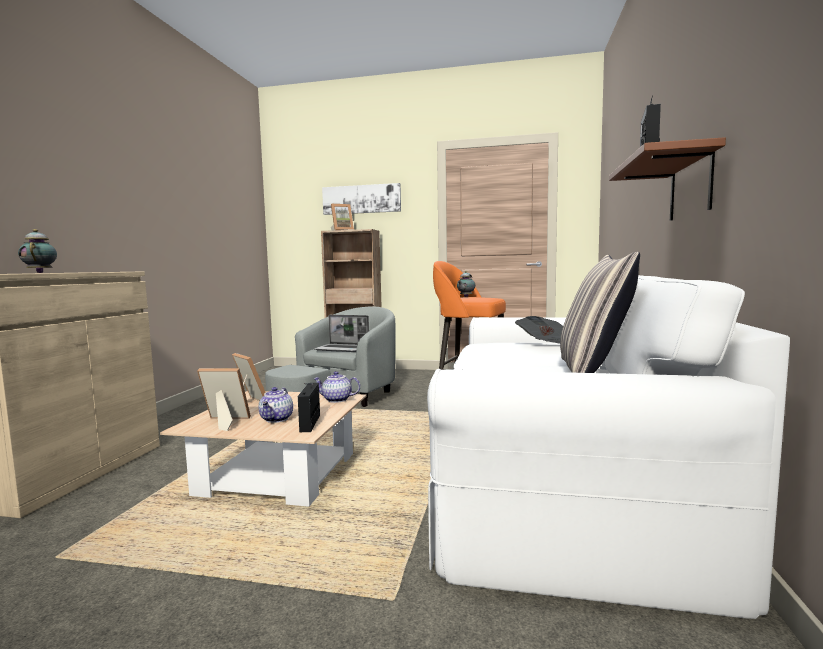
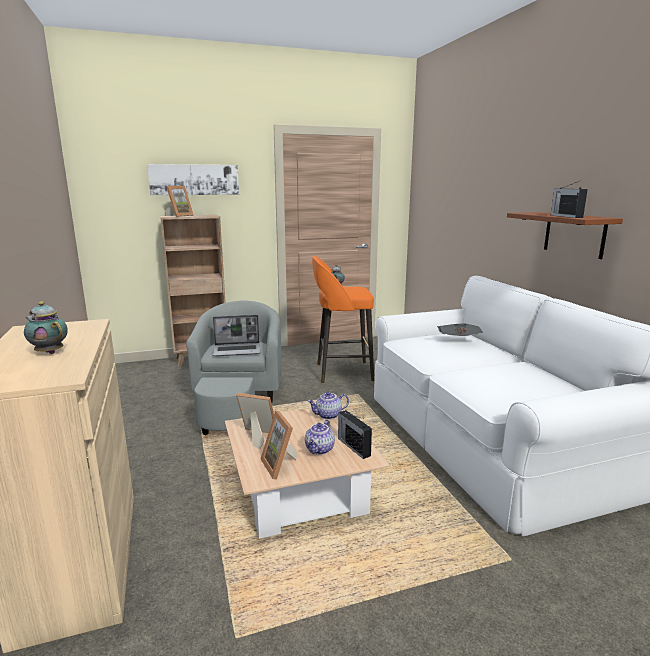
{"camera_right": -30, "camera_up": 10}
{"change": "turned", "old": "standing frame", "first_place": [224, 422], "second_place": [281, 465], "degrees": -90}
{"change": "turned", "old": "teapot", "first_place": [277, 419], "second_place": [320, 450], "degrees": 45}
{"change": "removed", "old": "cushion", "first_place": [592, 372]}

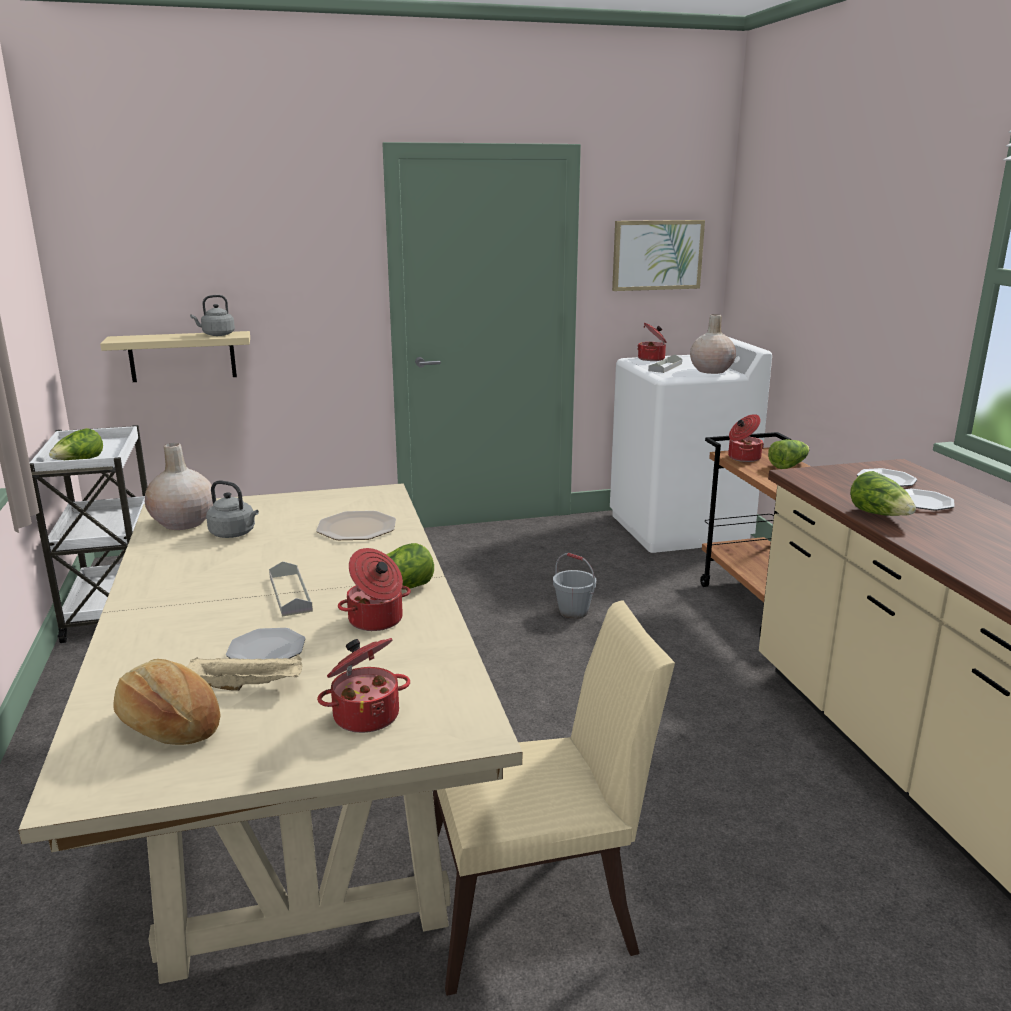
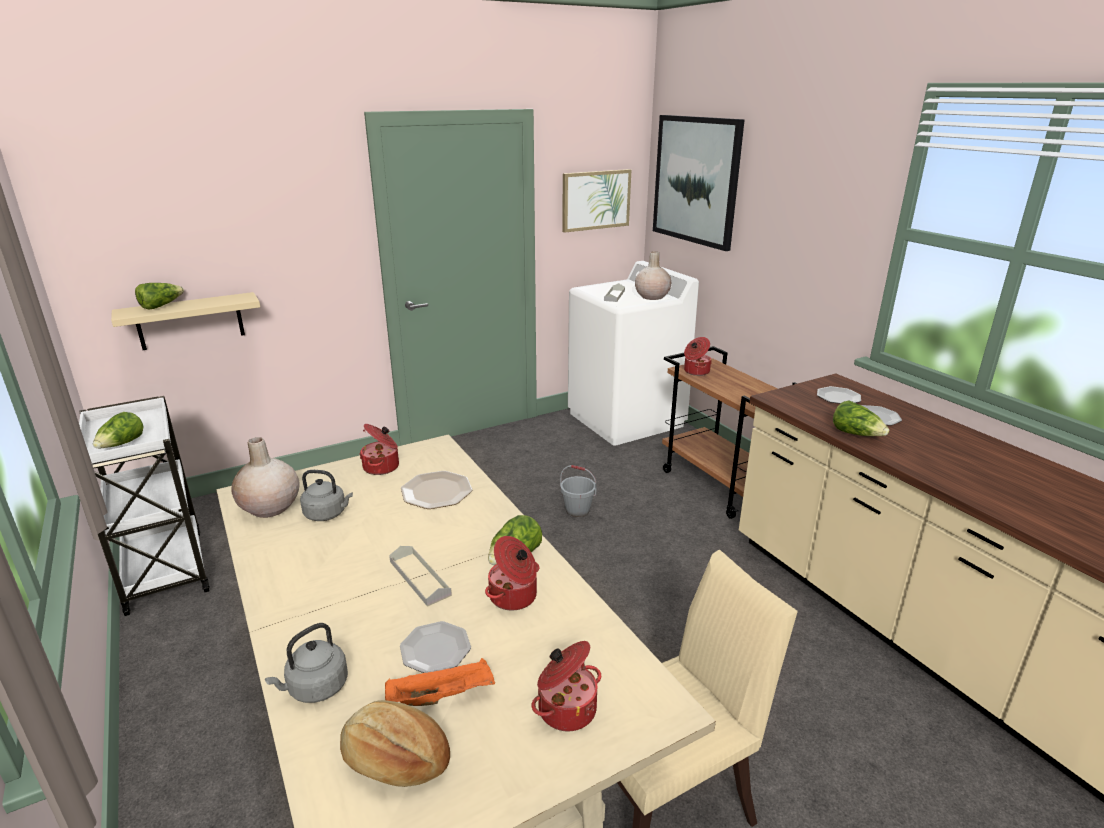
{"camera_right": -15, "camera_up": 5}
{"change": "recoloured", "old": "beige serving tray", "new": "orangey serving tray", "first_place": [248, 685], "second_place": [442, 695]}
{"change": "moved", "old": "greyish water kettle", "first_place": [216, 335], "second_place": [315, 688]}
{"change": "moved", "old": "stockpot", "first_place": [652, 359], "second_place": [382, 467]}
{"change": "moved", "old": "lettuce", "first_place": [788, 465], "second_place": [161, 306]}
{"change": "added", "new": "wall art", "second_place": [696, 180]}

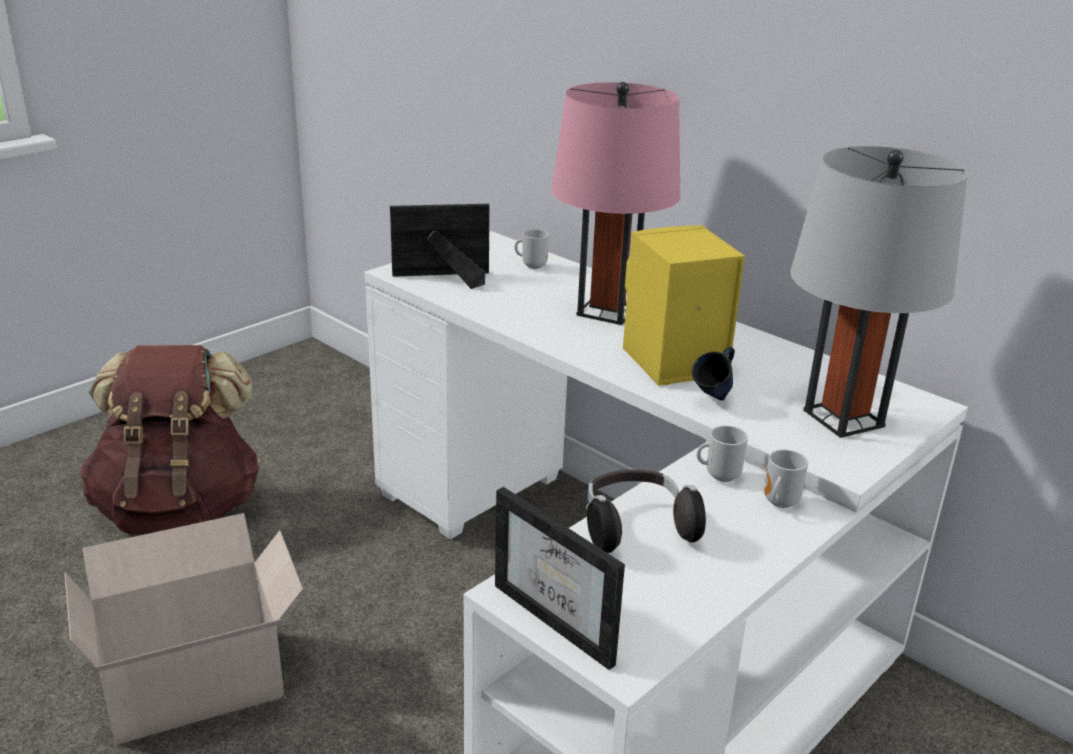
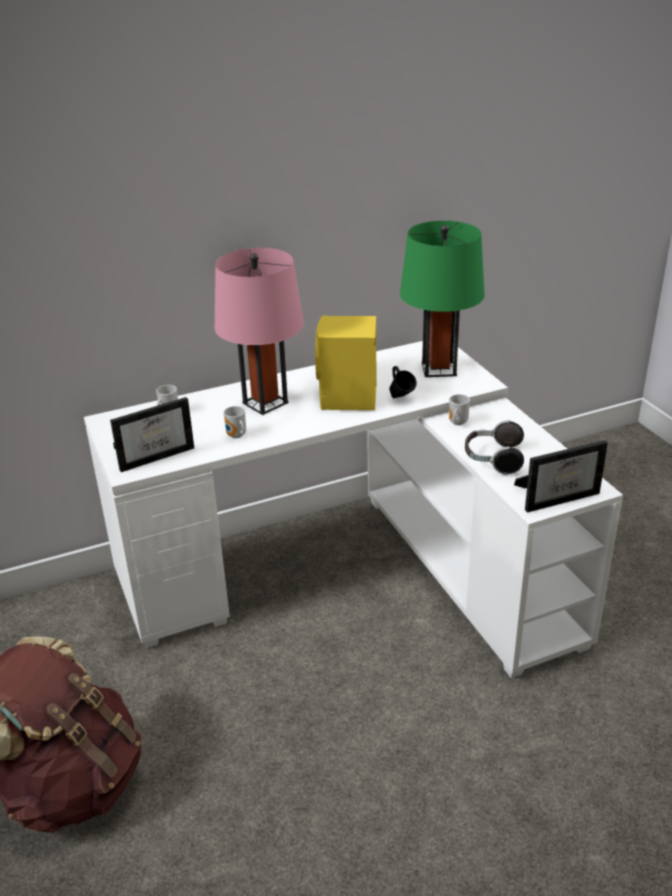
{"camera_right": -65, "camera_up": 5}
{"change": "removed", "old": "cardboard box", "first_place": [200, 682]}
{"change": "turned", "old": "standing frame", "first_place": [439, 278], "second_place": [156, 455], "degrees": -135}
{"change": "moved", "old": "mug", "first_place": [778, 503], "second_place": [236, 436]}
{"change": "recoloured", "old": "greyish lamp for a table", "new": "green-coloured lamp for a table", "first_place": [844, 418], "second_place": [439, 369]}

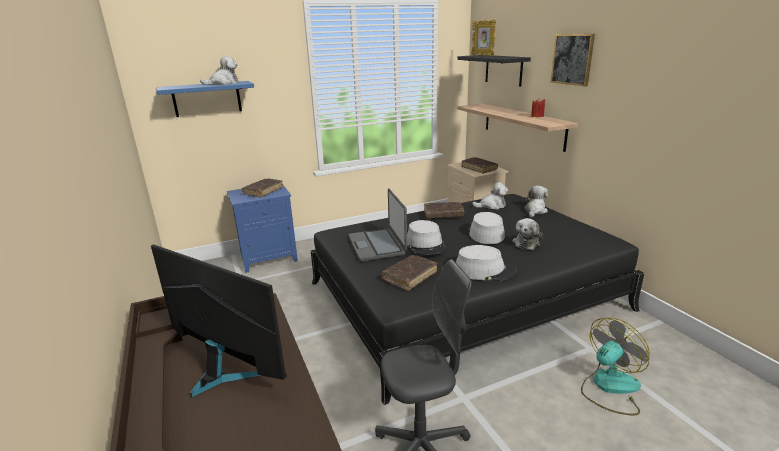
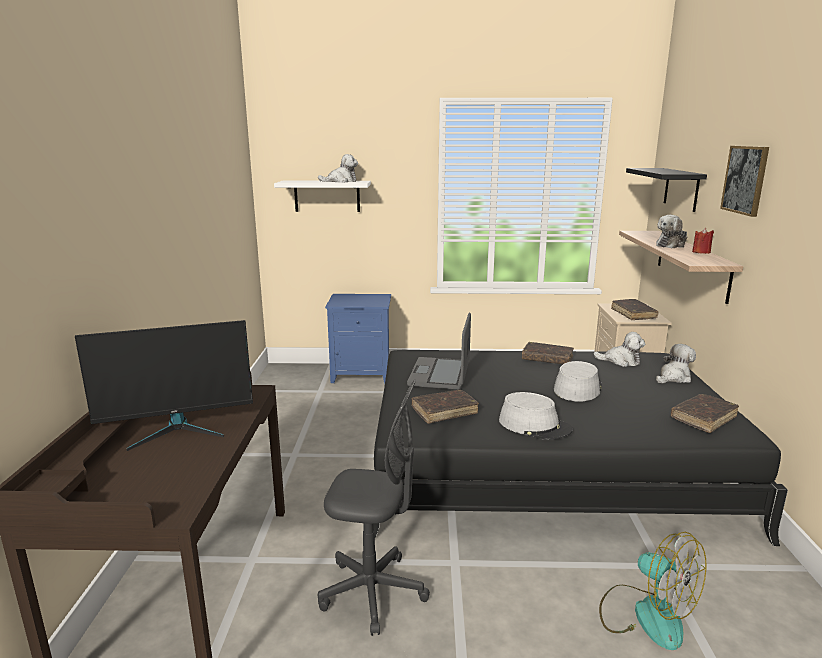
{"camera_right": 25, "camera_up": -5}
{"change": "turned", "old": "computer screen", "first_place": [224, 371], "second_place": [178, 430], "degrees": 105}
{"change": "recoloured", "old": "blue-coloured shelf", "new": "whitish shelf", "first_place": [207, 99], "second_place": [327, 196]}
{"change": "moved", "old": "brown volume", "first_place": [263, 191], "second_place": [703, 418]}
{"change": "removed", "old": "greyish hat", "first_place": [426, 245]}
{"change": "removed", "old": "standing frame", "first_place": [482, 55]}
{"change": "moved", "old": "soft toy", "first_place": [526, 242], "second_place": [671, 245]}
{"change": "turned", "old": "electric fan", "first_place": [609, 387], "second_place": [646, 614], "degrees": 60}

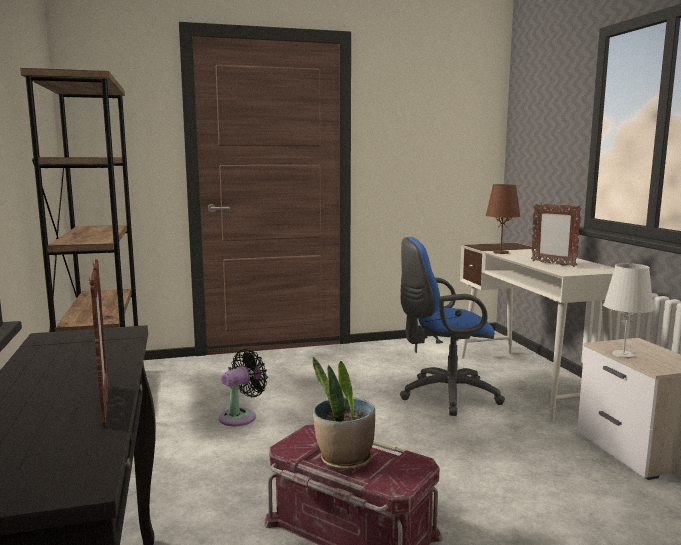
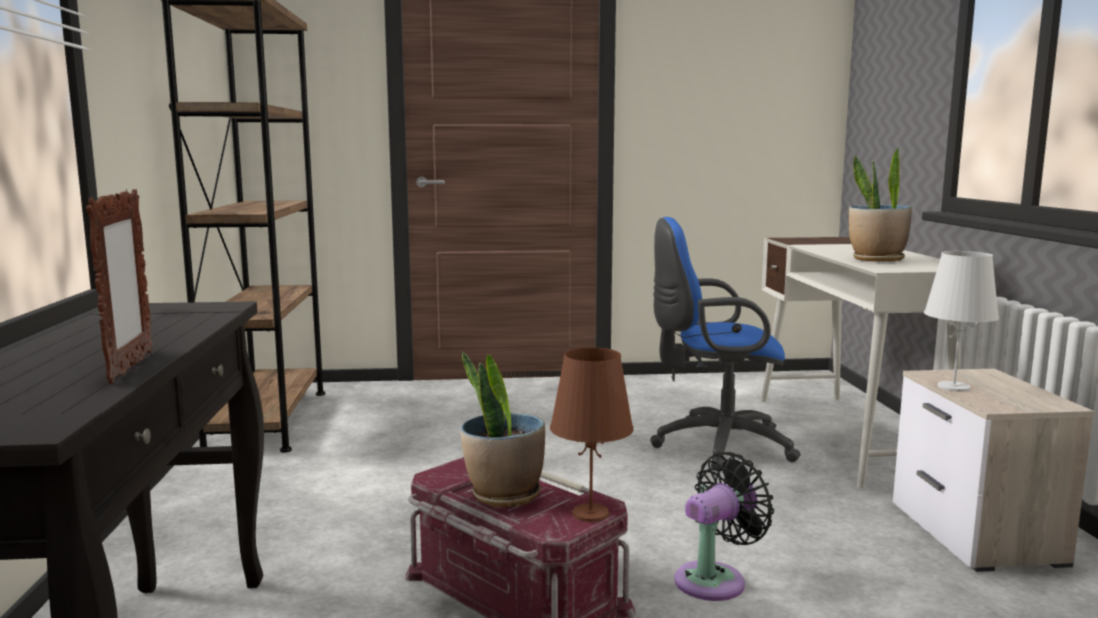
{"camera_right": 10, "camera_up": 0}
{"change": "moved", "old": "blackish electric fan", "first_place": [241, 416], "second_place": [715, 579]}
{"change": "moved", "old": "brown lamp for a table", "first_place": [501, 252], "second_place": [590, 514]}
{"change": "replaced", "old": "standing frame", "new": "potted plant", "first_place": [552, 264], "second_place": [876, 259]}

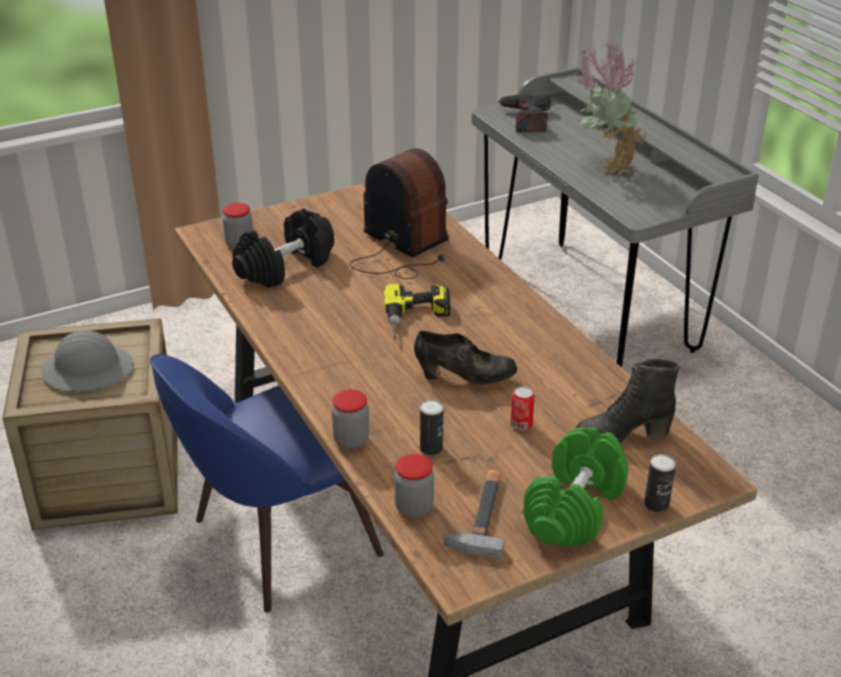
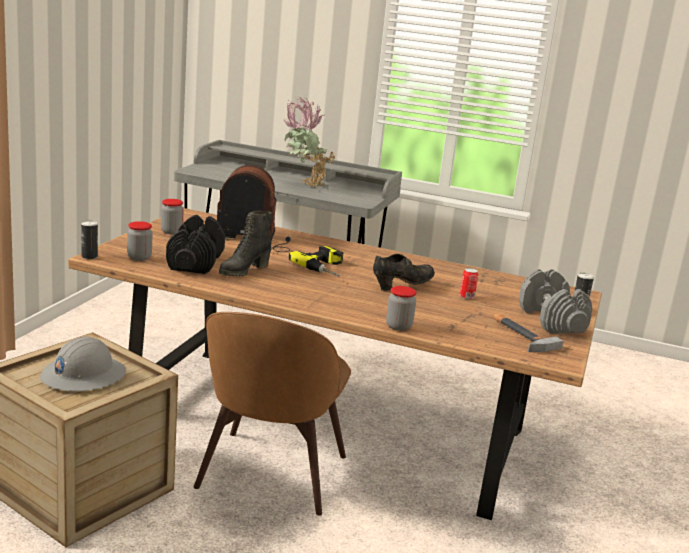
{"camera_right": -45, "camera_up": -15}
{"change": "recoloured", "old": "blue-coloured upright chair", "new": "brown upright chair", "first_place": [279, 540], "second_place": [270, 475]}
{"change": "moved", "old": "preserve jar", "first_place": [414, 507], "second_place": [171, 231]}
{"change": "moved", "old": "can", "first_place": [431, 448], "second_place": [89, 256]}
{"change": "removed", "old": "electric drill", "first_place": [526, 120]}
{"change": "recoloured", "old": "green-coloured hand weight", "new": "greyish hand weight", "first_place": [574, 508], "second_place": [552, 320]}
{"change": "moved", "old": "blackish tall boot", "first_place": [621, 435], "second_place": [243, 271]}

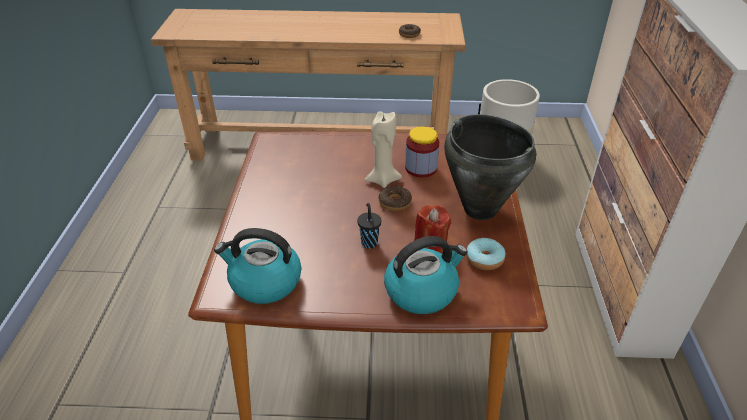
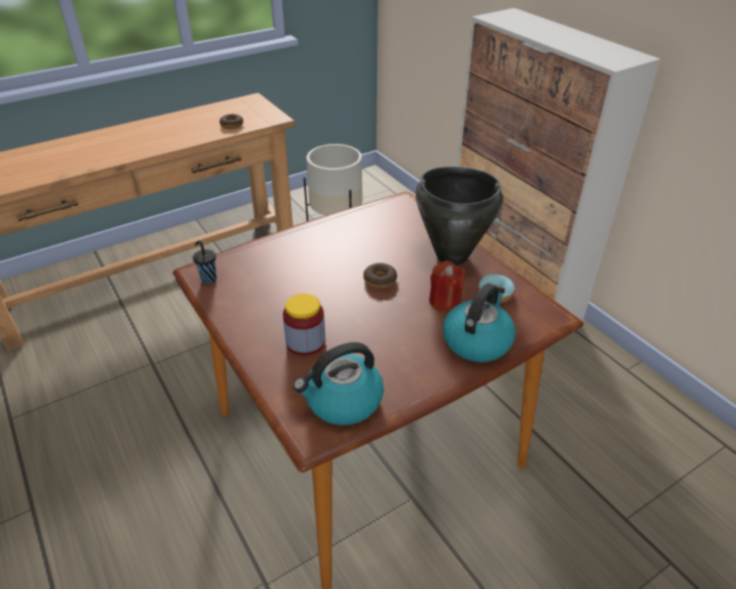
{"camera_right": -35, "camera_up": 0}
{"change": "moved", "old": "blackish small cup", "first_place": [369, 242], "second_place": [208, 278]}
{"change": "removed", "old": "beige wax light", "first_place": [382, 180]}
{"change": "moved", "old": "preserve jar", "first_place": [421, 168], "second_place": [305, 342]}

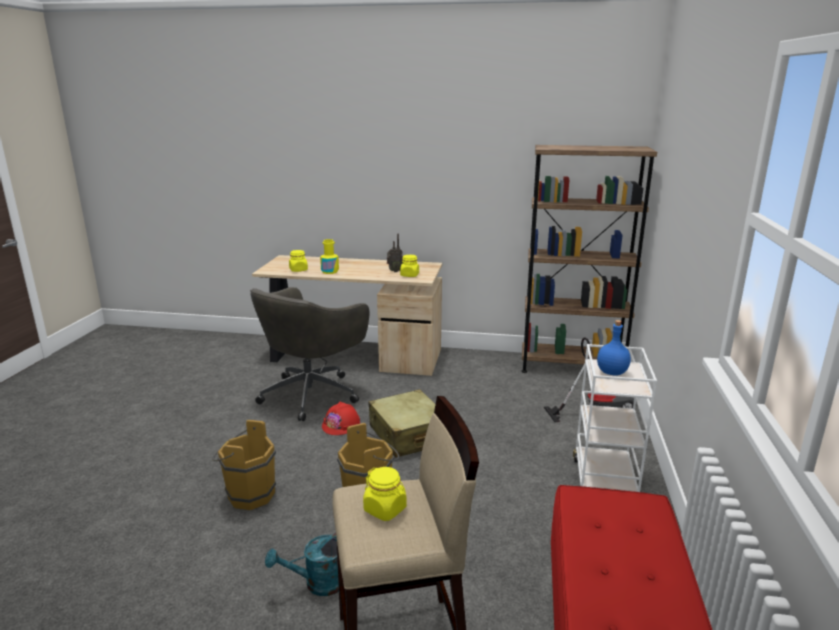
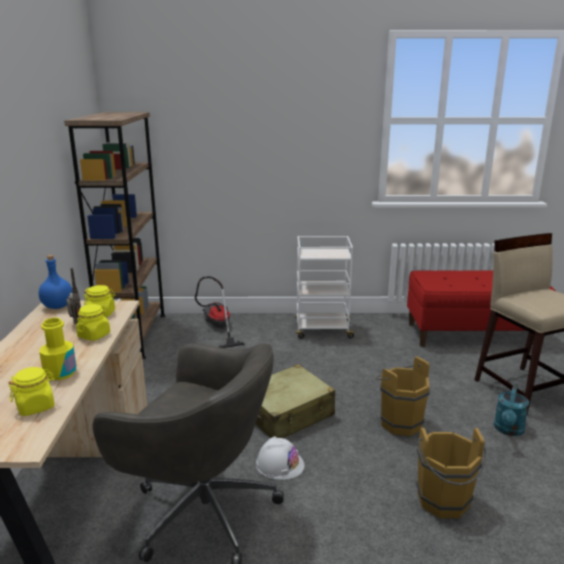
{"camera_right": -100, "camera_up": 0}
{"change": "turned", "old": "blue-green sprinkling can", "first_place": [318, 584], "second_place": [508, 430], "degrees": 60}
{"change": "recoloured", "old": "reddish hard hat", "new": "whitish hard hat", "first_place": [341, 424], "second_place": [279, 464]}
{"change": "moved", "old": "yellow preserve jar", "first_place": [385, 509], "second_place": [94, 335]}
{"change": "moved", "old": "blue-coloured beverage bottle", "first_place": [611, 372], "second_place": [58, 306]}

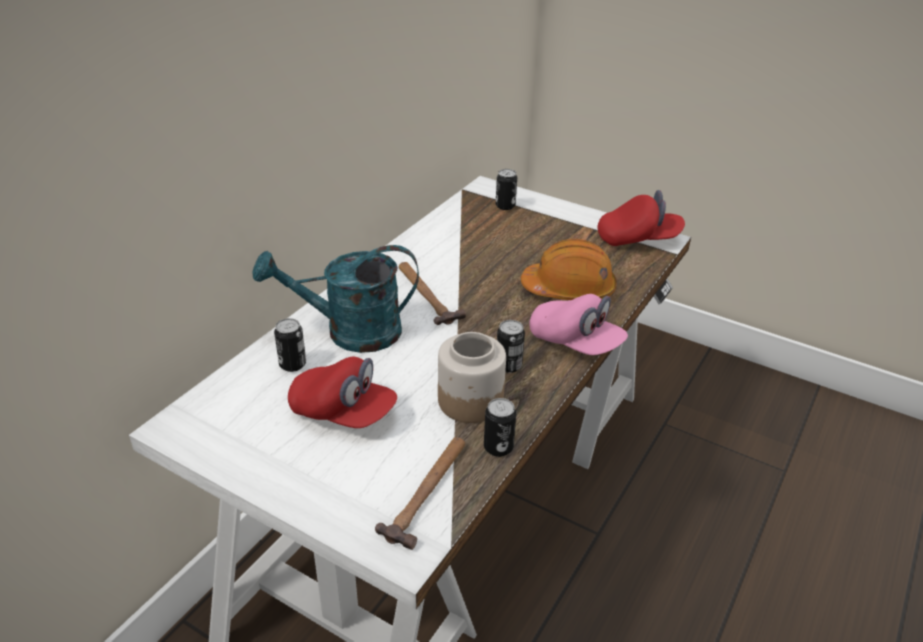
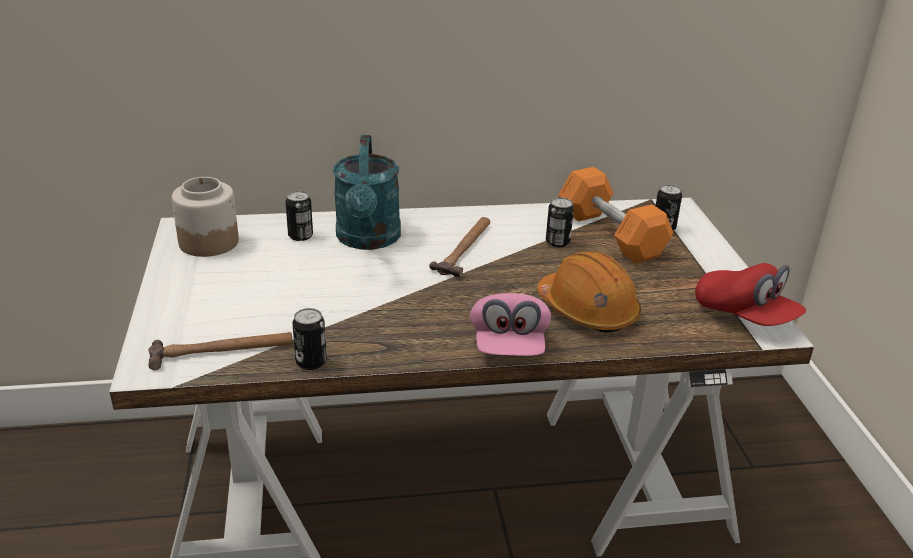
{"camera_right": 50, "camera_up": -5}
{"change": "turned", "old": "blue-green sprinkling can", "first_place": [350, 333], "second_place": [368, 240], "degrees": -135}
{"change": "removed", "old": "reddish peaked cap", "first_place": [343, 412]}
{"change": "moved", "old": "preserve jar", "first_place": [469, 401], "second_place": [208, 242]}
{"change": "moved", "old": "can", "first_place": [508, 365], "second_place": [557, 242]}
{"change": "added", "new": "orangey hand weight", "second_place": [610, 234]}

